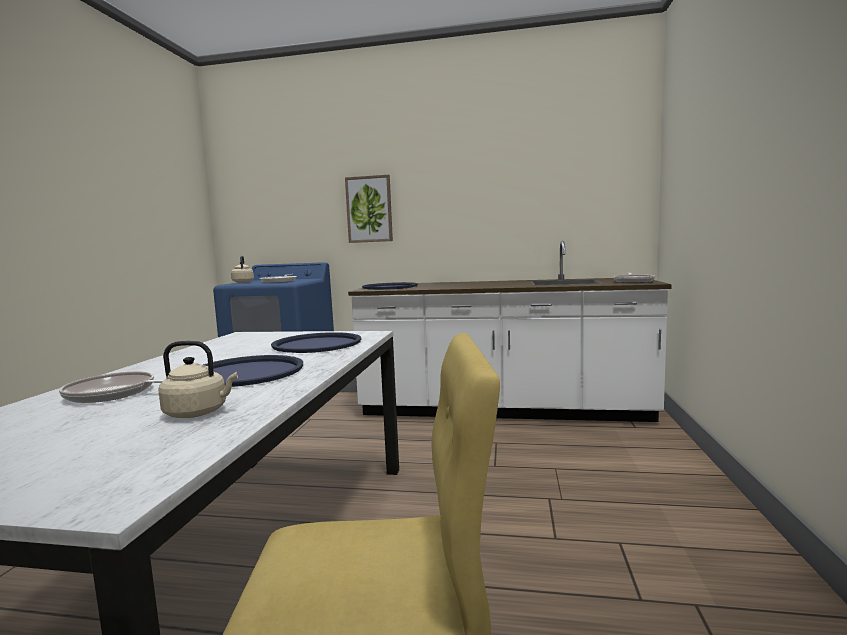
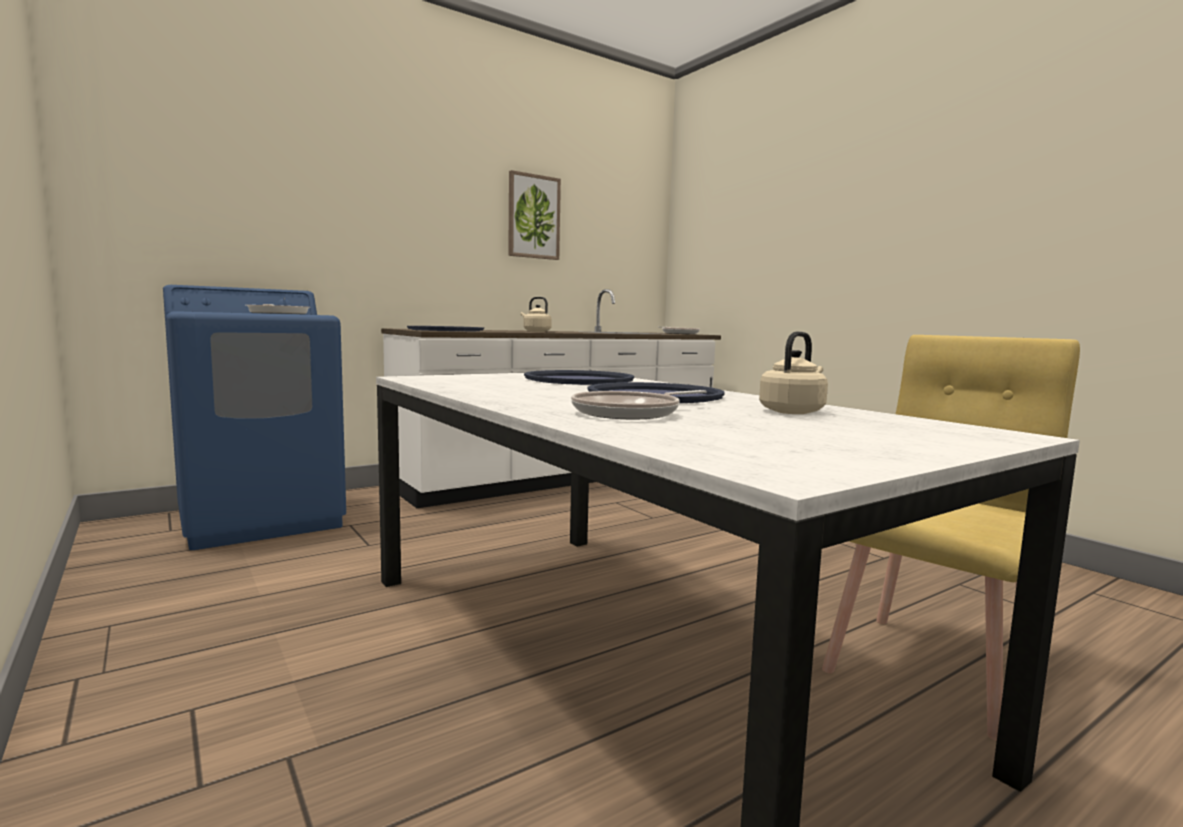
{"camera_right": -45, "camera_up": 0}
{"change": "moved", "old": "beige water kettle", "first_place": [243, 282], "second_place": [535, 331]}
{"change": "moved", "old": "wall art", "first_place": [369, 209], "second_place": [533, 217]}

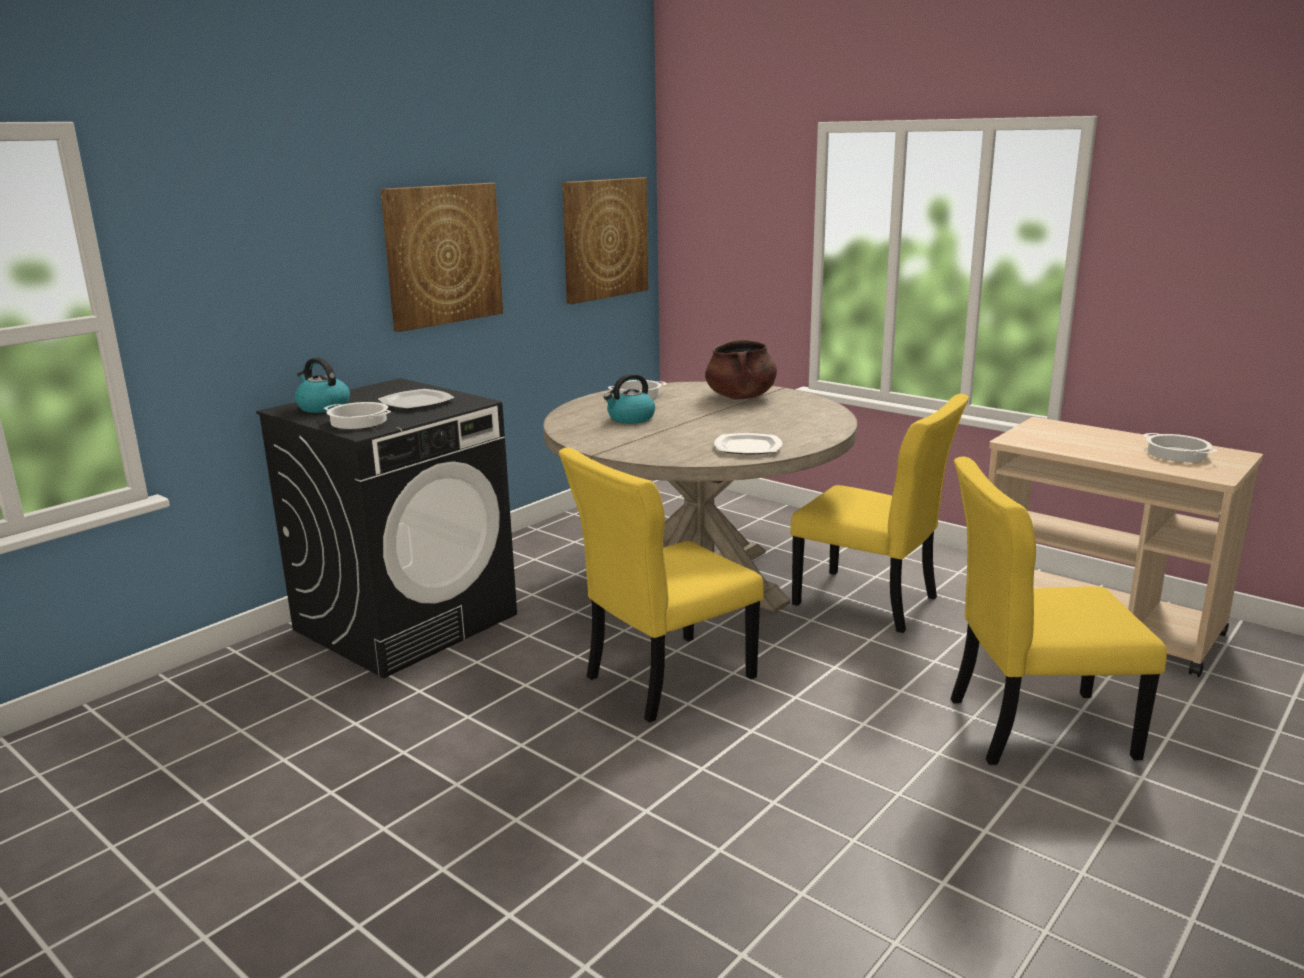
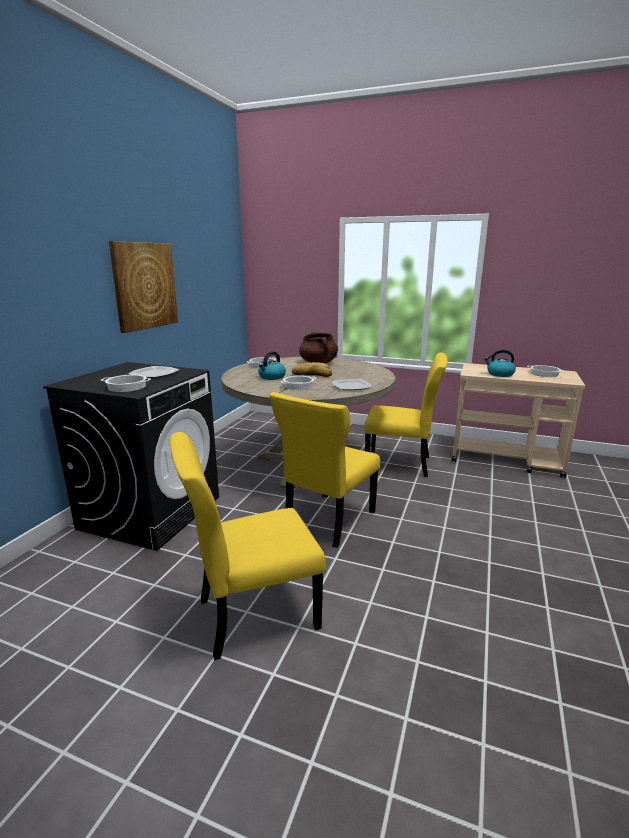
{"camera_right": -20, "camera_up": 0}
{"change": "moved", "old": "water kettle", "first_place": [322, 407], "second_place": [499, 374]}
{"change": "removed", "old": "wall art", "first_place": [604, 239]}
{"change": "moved", "old": "yellow upright chair", "first_place": [1032, 727], "second_place": [252, 614]}
{"change": "added", "new": "stockpot", "second_place": [298, 386]}
{"change": "added", "new": "bread", "second_place": [312, 374]}

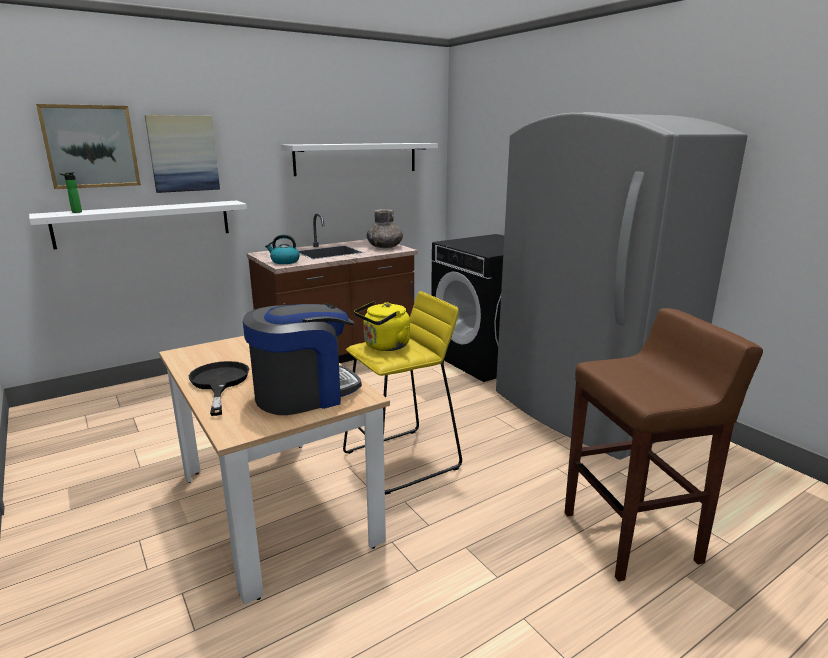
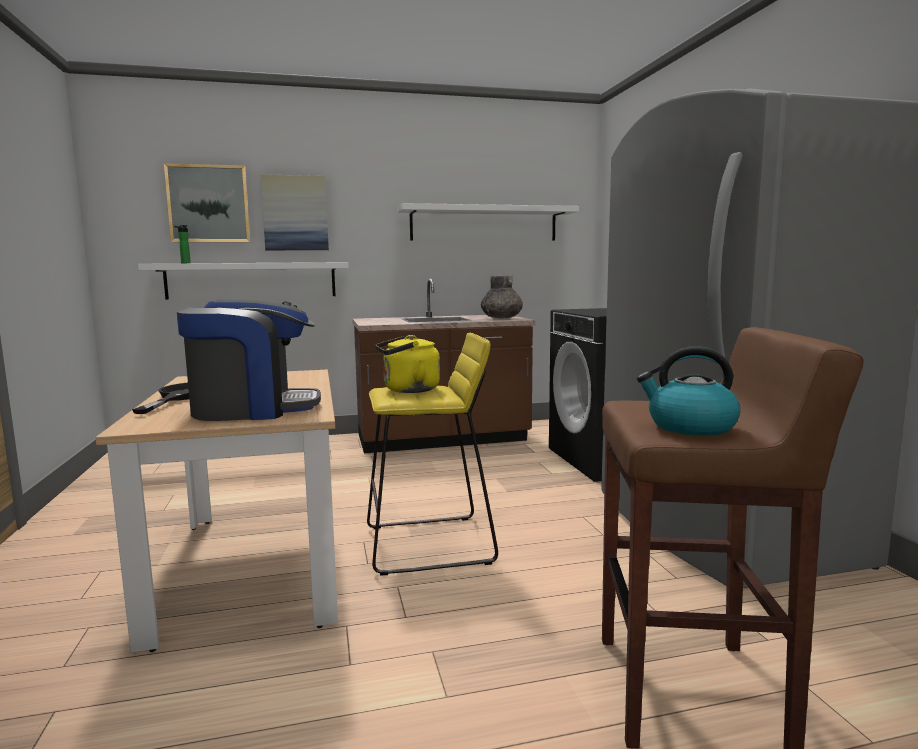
{"camera_right": 20, "camera_up": -10}
{"change": "moved", "old": "water kettle", "first_place": [284, 261], "second_place": [690, 427]}

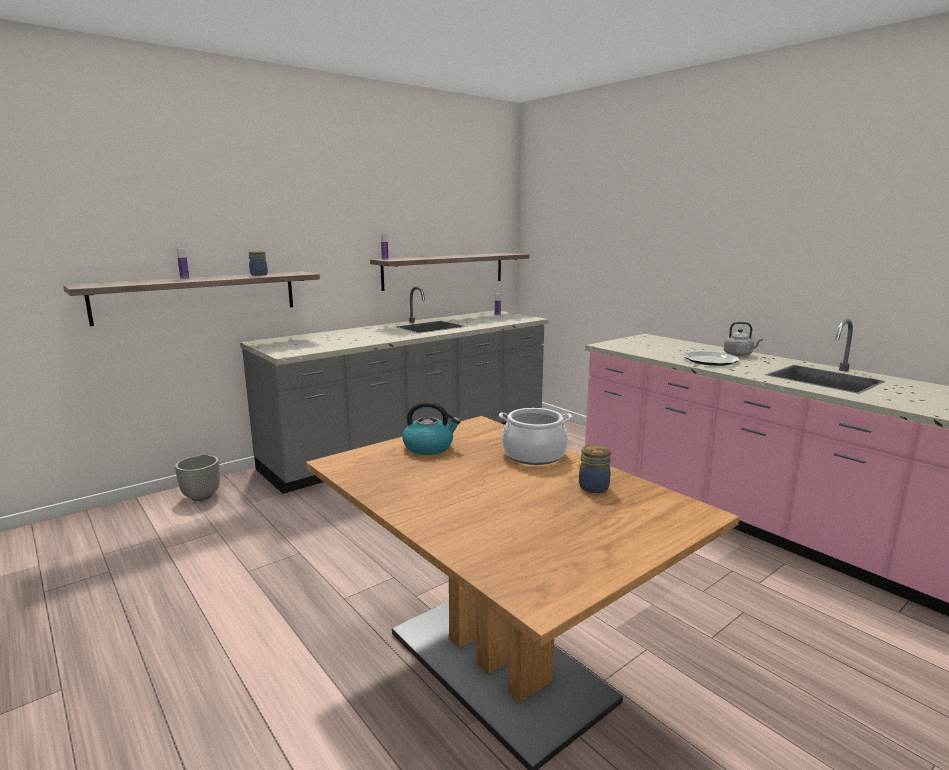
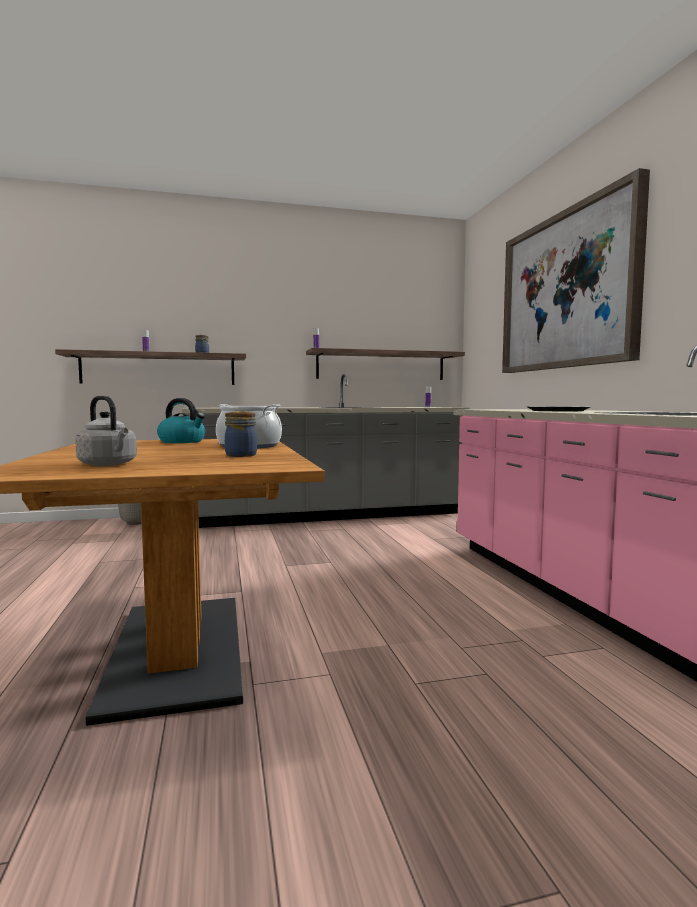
{"camera_right": 25, "camera_up": -10}
{"change": "moved", "old": "greyish water kettle", "first_place": [739, 354], "second_place": [109, 464]}
{"change": "added", "new": "wall art", "second_place": [566, 291]}

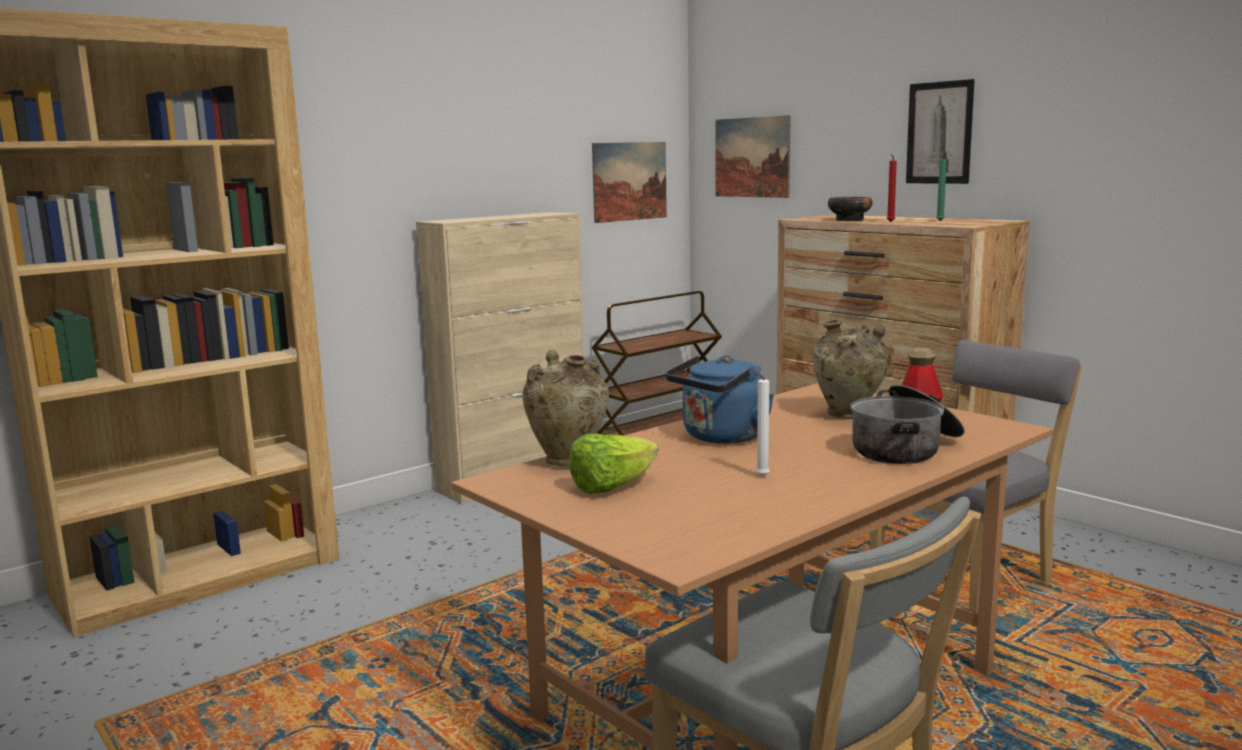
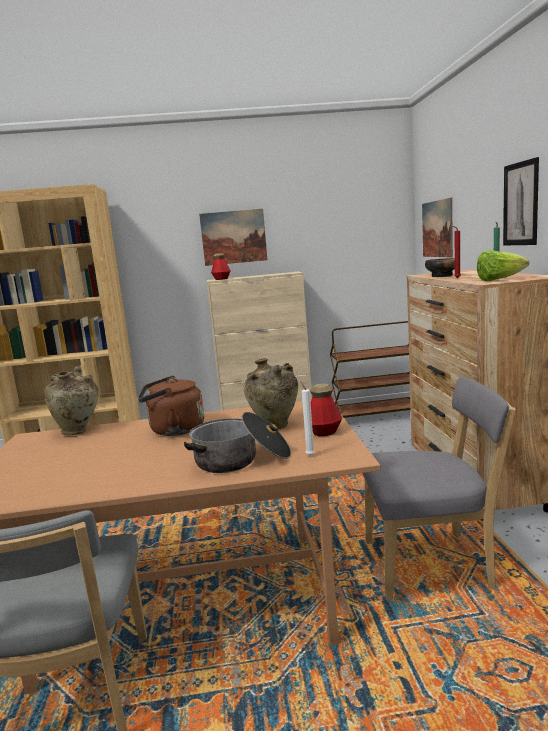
{"camera_right": 35, "camera_up": 0}
{"change": "moved", "old": "lettuce", "first_place": [611, 487], "second_place": [499, 280]}
{"change": "moved", "old": "wall art", "first_place": [629, 181], "second_place": [233, 237]}
{"change": "recoloured", "old": "blue-coloured water kettle", "new": "brown water kettle", "first_place": [721, 437], "second_place": [173, 430]}
{"change": "moved", "old": "whitish wax light", "first_place": [760, 476], "second_place": [309, 455]}
{"change": "added", "new": "beverage bottle", "second_place": [221, 279]}

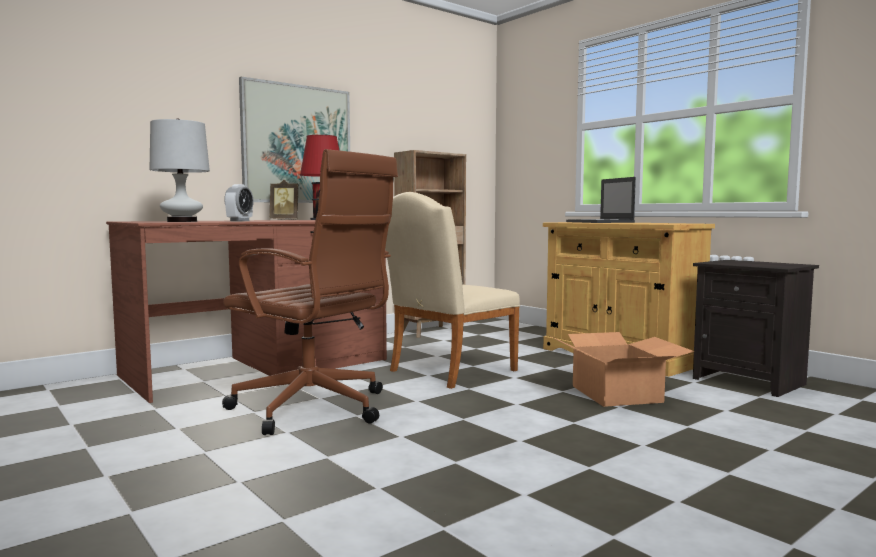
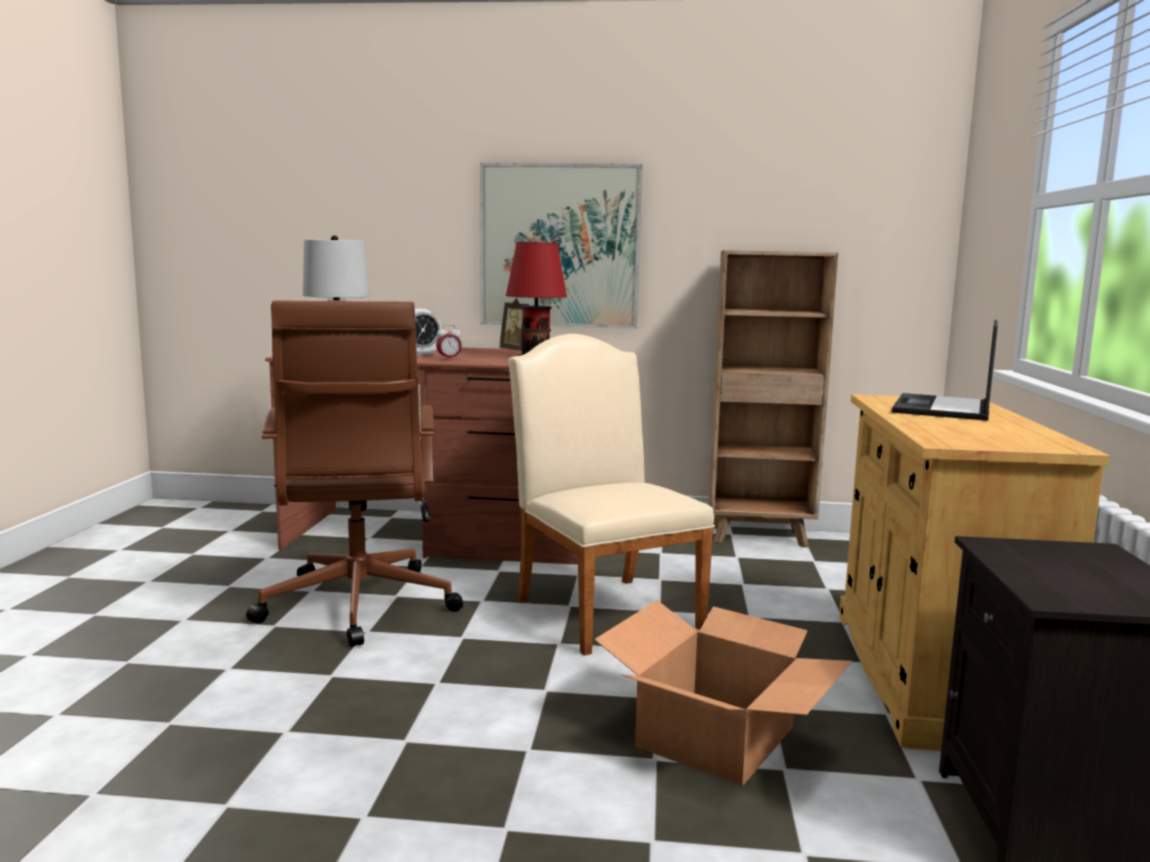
{"camera_right": 45, "camera_up": 5}
{"change": "turned", "old": "beige upright chair", "first_place": [447, 372], "second_place": [602, 609], "degrees": 60}
{"change": "added", "new": "bedside clock", "second_place": [449, 360]}

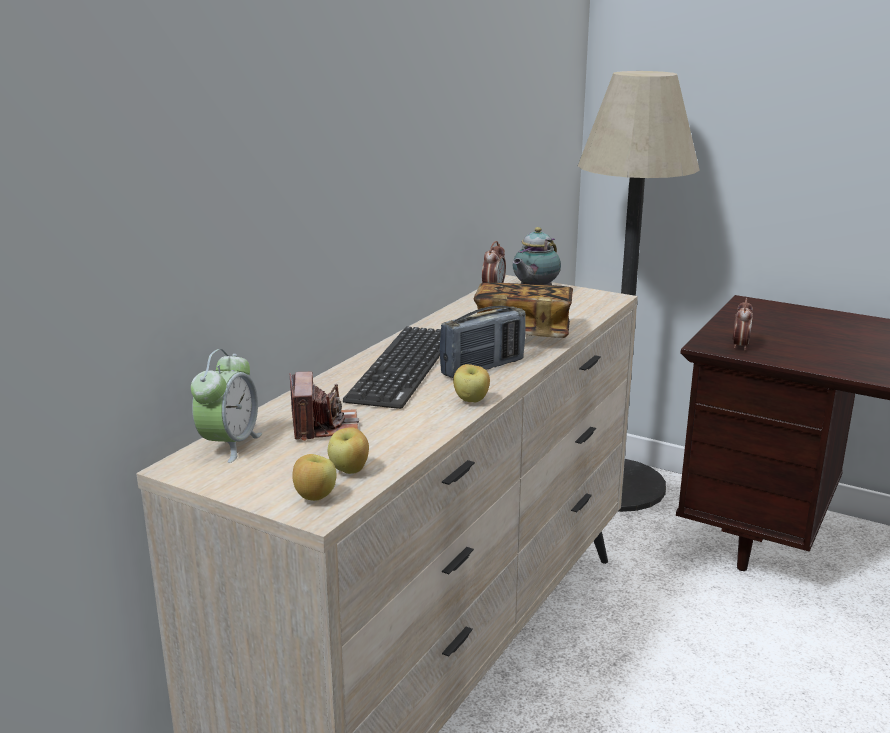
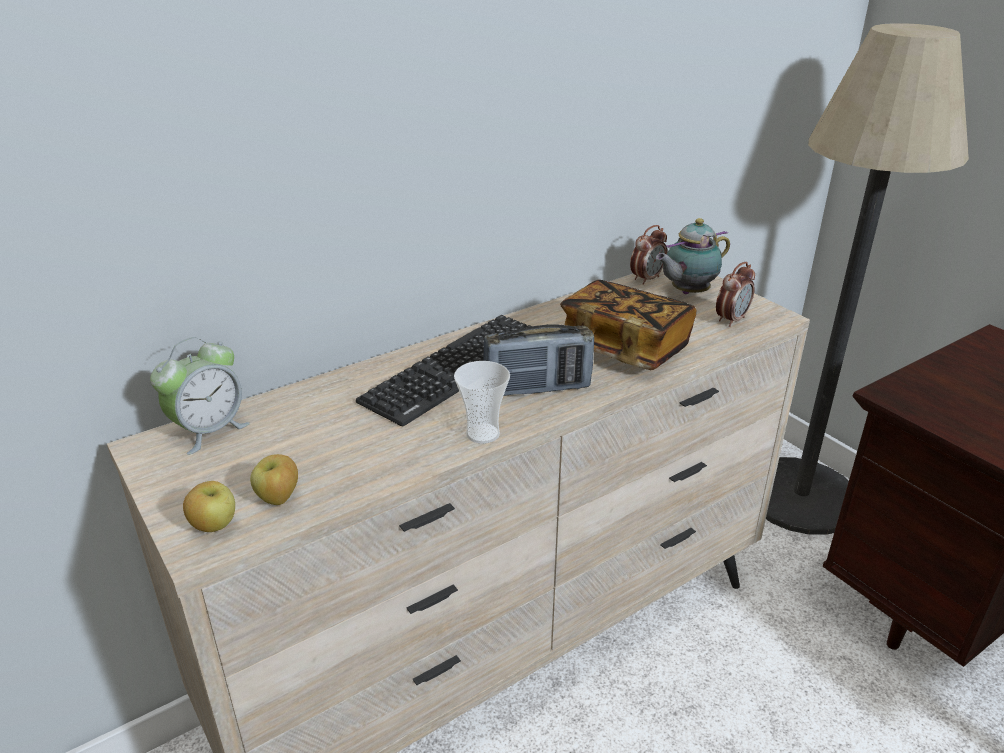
{"camera_right": 25, "camera_up": 10}
{"change": "removed", "old": "still camera", "first_place": [324, 426]}
{"change": "replaced", "old": "whole apple", "new": "small cup", "first_place": [471, 400], "second_place": [482, 434]}
{"change": "moved", "old": "bedside clock", "first_place": [740, 346], "second_place": [731, 320]}

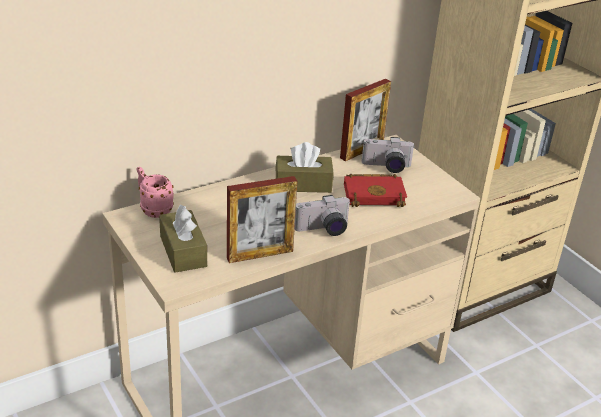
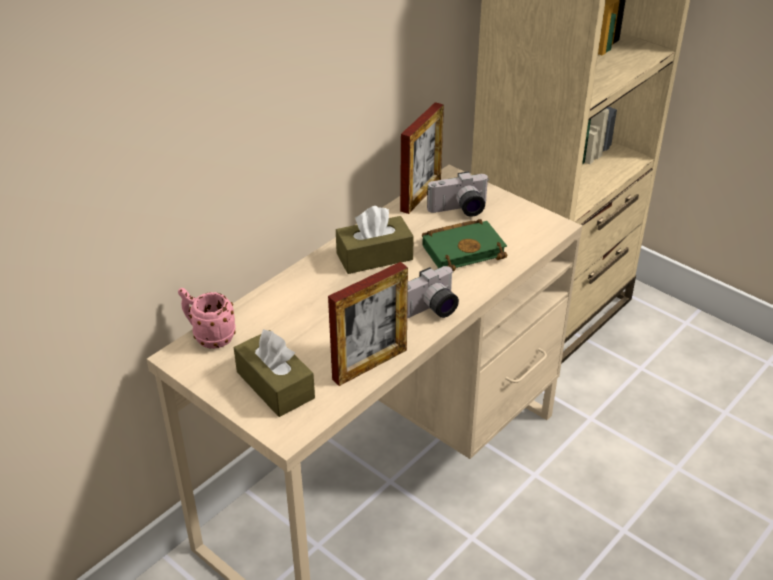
{"camera_right": -15, "camera_up": 5}
{"change": "recoloured", "old": "reddish volume", "new": "green-coloured volume", "first_place": [375, 194], "second_place": [464, 249]}

